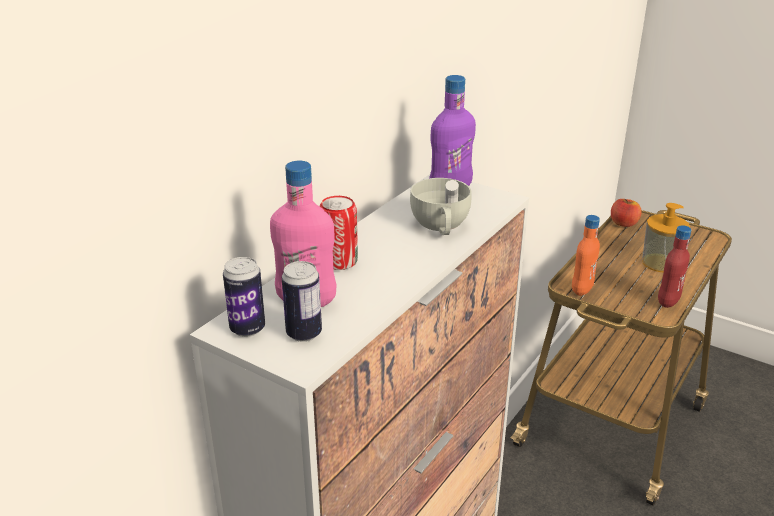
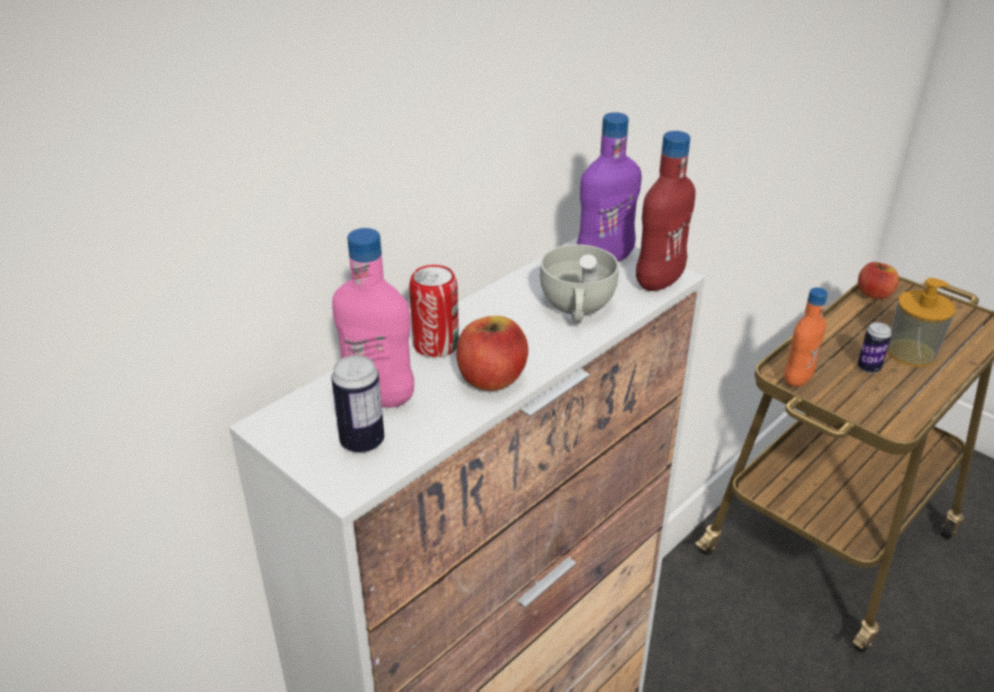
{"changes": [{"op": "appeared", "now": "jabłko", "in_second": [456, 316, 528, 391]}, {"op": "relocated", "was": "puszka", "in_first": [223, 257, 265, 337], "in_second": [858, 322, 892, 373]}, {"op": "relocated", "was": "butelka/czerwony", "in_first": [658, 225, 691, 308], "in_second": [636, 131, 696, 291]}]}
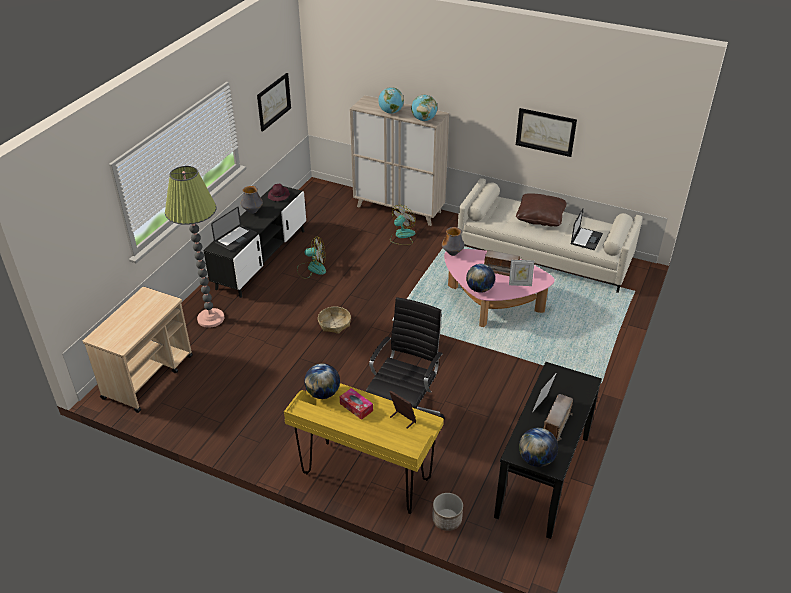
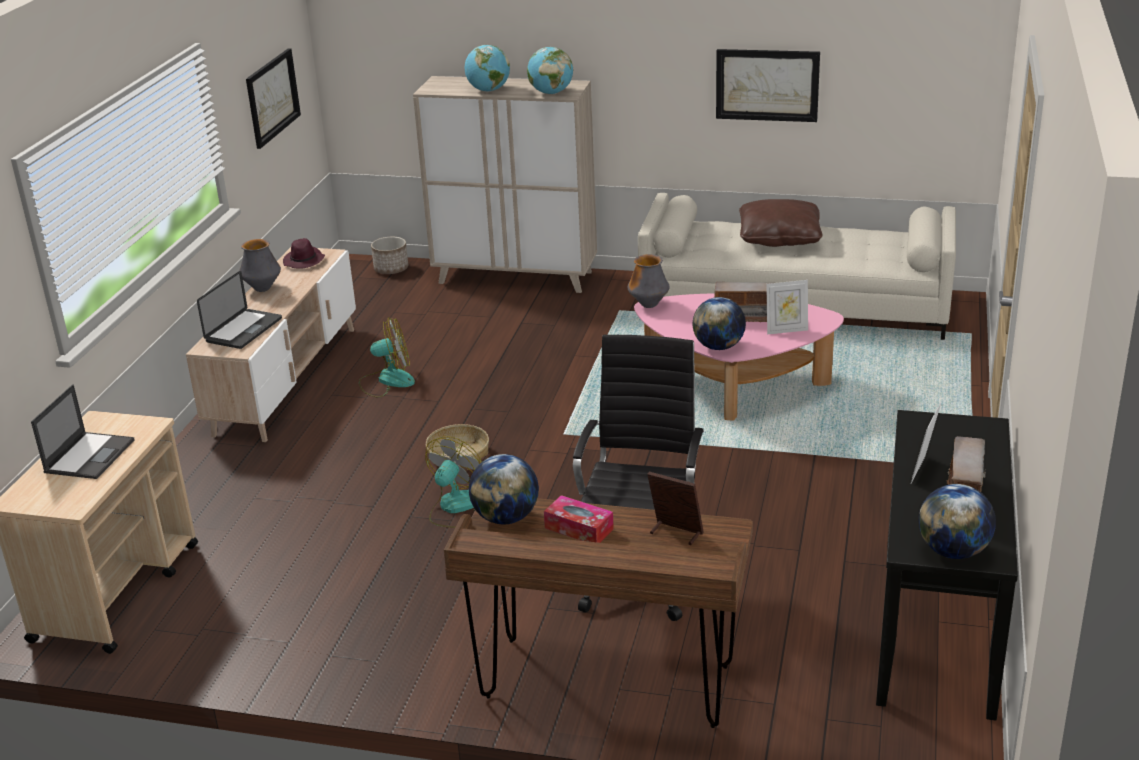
{"changes": [{"op": "missing", "was": "lampa stojąca", "in_first": [165, 166, 225, 328]}, {"op": "relocated", "was": "wentylator", "in_first": [390, 205, 416, 245], "in_second": [426, 436, 482, 528]}, {"op": "relocated", "was": "donica", "in_first": [432, 493, 463, 531], "in_second": [371, 237, 408, 274]}, {"op": "relocated", "was": "laptop", "in_first": [571, 208, 603, 250], "in_second": [31, 384, 134, 479]}, {"op": "colour", "was": "szafka pod telewizor/czarny", "now": "szafka pod telewizor/beżowy", "in_first": [203, 186, 306, 298], "in_second": [186, 247, 356, 442]}, {"op": "colour", "was": "biurko/żółty", "now": "biurko/brązowy", "in_first": [284, 383, 444, 514], "in_second": [444, 498, 753, 728]}]}
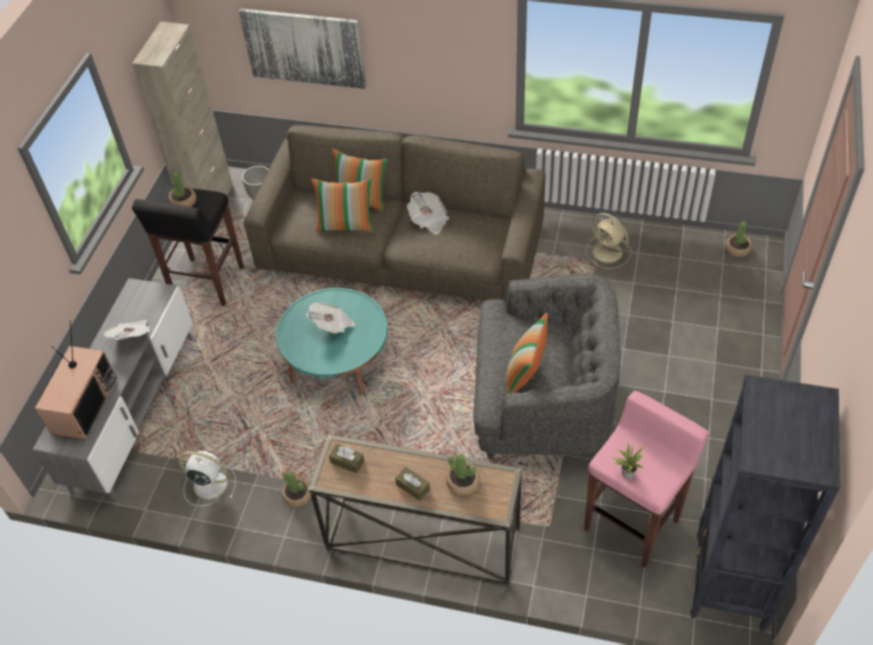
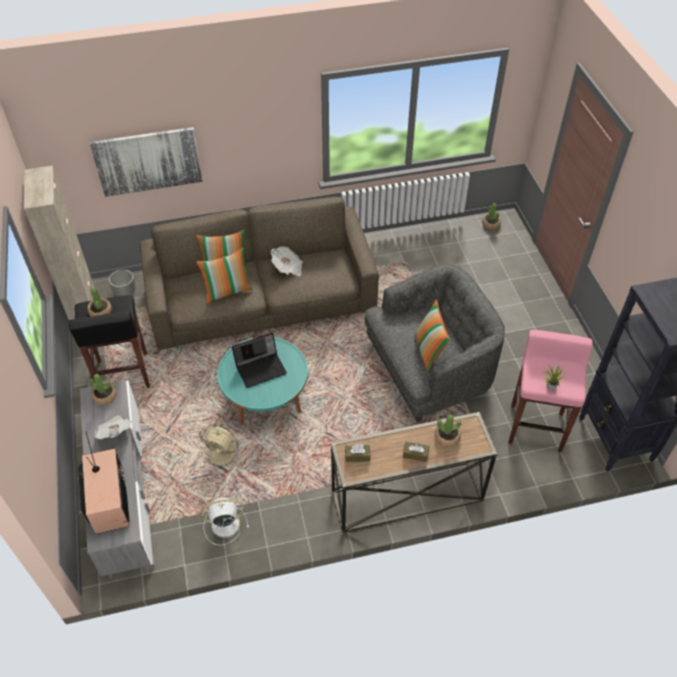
{"changes": [{"op": "relocated", "was": "roślina doniczkowa", "in_first": [282, 471, 311, 507], "in_second": [89, 374, 117, 405]}, {"op": "relocated", "was": "wentylator/beżowy", "in_first": [586, 213, 631, 269], "in_second": [199, 426, 243, 471]}, {"op": "exchanged", "was": "gazeta", "now": "laptop", "in_first": [306, 302, 355, 334], "in_second": [232, 333, 287, 388]}]}
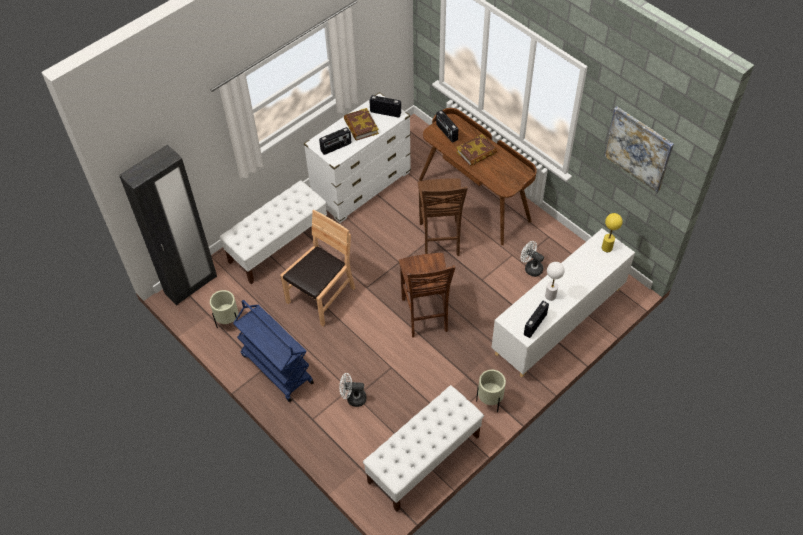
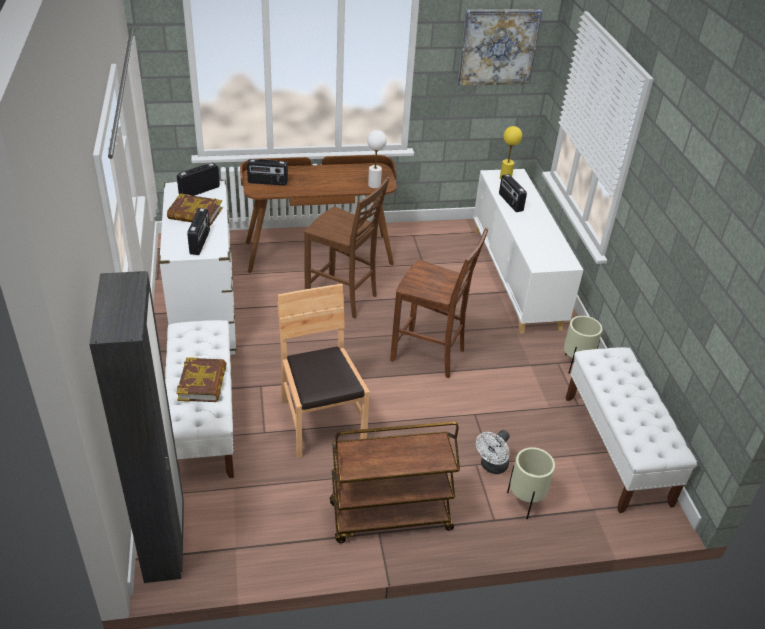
{"changes": [{"op": "missing", "was": "wentylator/biały", "in_first": [520, 241, 544, 277]}, {"op": "relocated", "was": "donica/beżowy", "in_first": [210, 290, 238, 329], "in_second": [507, 447, 555, 519]}, {"op": "relocated", "was": "książka", "in_first": [456, 134, 497, 166], "in_second": [176, 357, 227, 402]}, {"op": "relocated", "was": "radio", "in_first": [524, 301, 549, 338], "in_second": [499, 174, 527, 212]}, {"op": "relocated", "was": "lampa stołowa/biały", "in_first": [545, 262, 565, 301], "in_second": [367, 130, 387, 189]}, {"op": "colour", "was": "wózek/niebieski", "now": "wózek/brązowy", "in_first": [233, 300, 314, 402], "in_second": [330, 422, 460, 543]}]}
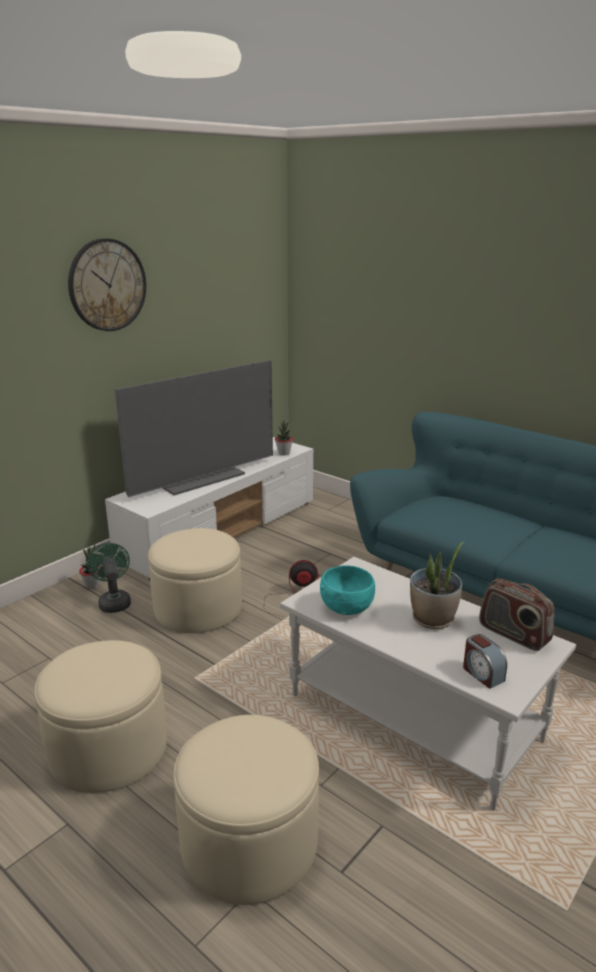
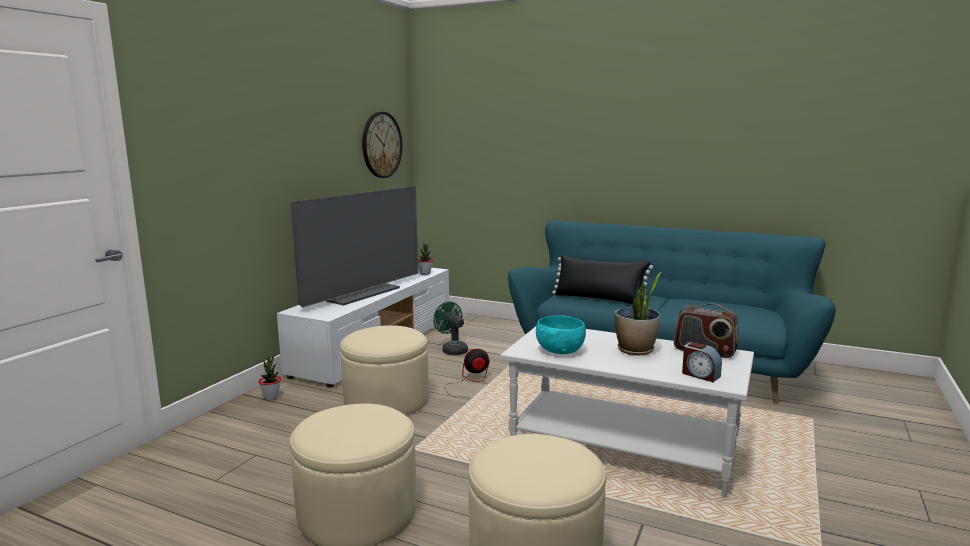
{"changes": [{"op": "appeared", "now": "poduszka/czarny", "in_second": [552, 255, 653, 305]}, {"op": "relocated", "was": "zegar ścienny", "in_first": [68, 238, 146, 331], "in_second": [362, 112, 402, 178]}, {"op": "relocated", "was": "wentylator/zielony", "in_first": [87, 543, 131, 613], "in_second": [433, 302, 468, 355]}]}
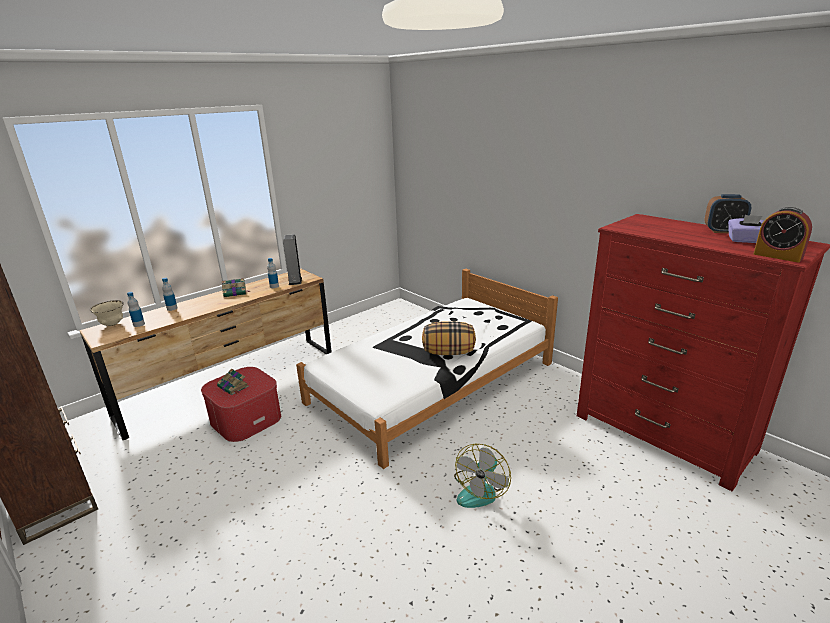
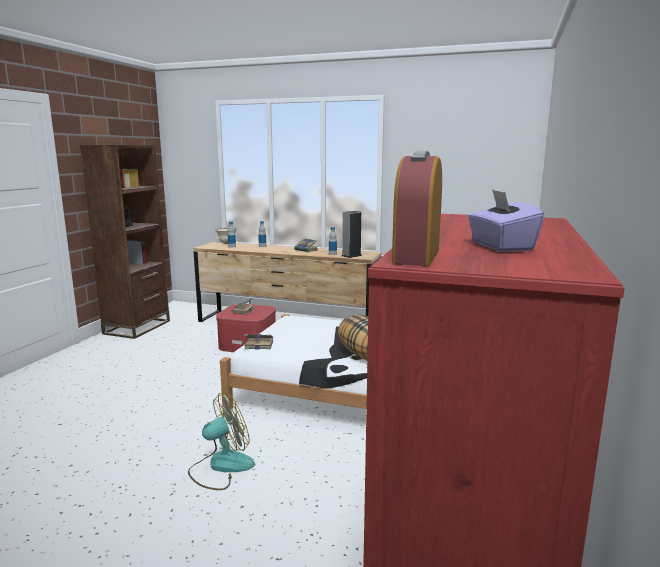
{"changes": [{"op": "missing", "was": "budzik", "in_first": [705, 194, 751, 233]}, {"op": "appeared", "now": "książka", "in_second": [242, 334, 273, 350]}, {"op": "spun", "was": "wentylator", "in_first": [454, 444, 511, 508], "in_second": [188, 393, 255, 490], "clockwise": 150}]}
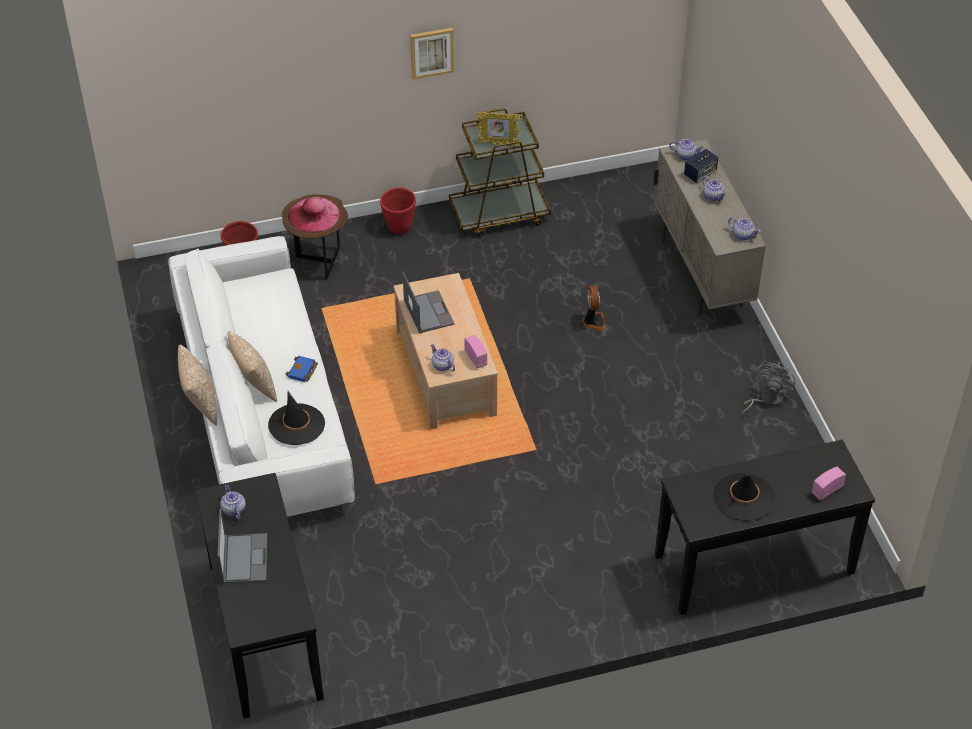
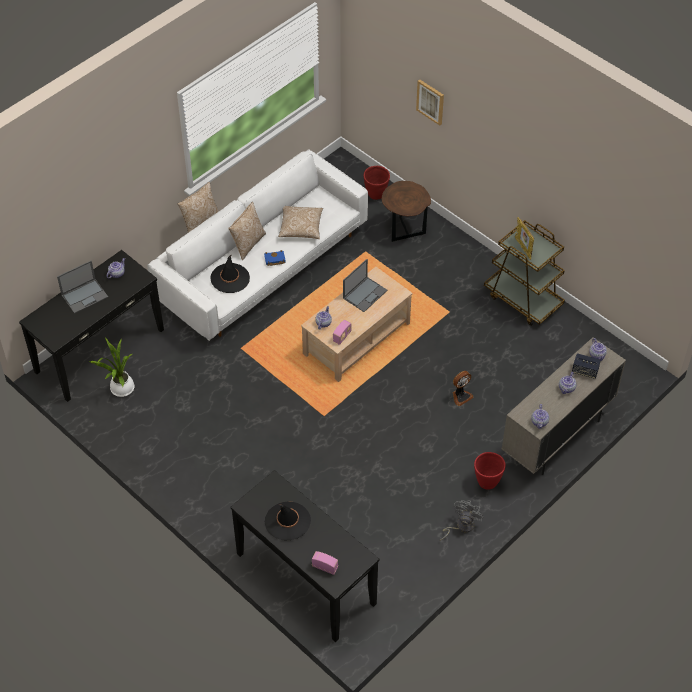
{"changes": [{"op": "missing", "was": "kapelusz/różowy", "in_first": [288, 197, 339, 233]}, {"op": "appeared", "now": "roślina doniczkowa", "in_second": [89, 337, 135, 397]}, {"op": "appeared", "now": "poduszka", "in_second": [278, 206, 323, 239]}, {"op": "relocated", "was": "donica/czerwony", "in_first": [380, 187, 416, 234], "in_second": [474, 452, 506, 489]}, {"op": "relocated", "was": "obraz", "in_first": [410, 28, 454, 79], "in_second": [416, 79, 444, 126]}, {"op": "spun", "was": "wentylator/szary", "in_first": [741, 362, 795, 414], "in_second": [440, 500, 483, 540], "clockwise": -60}]}
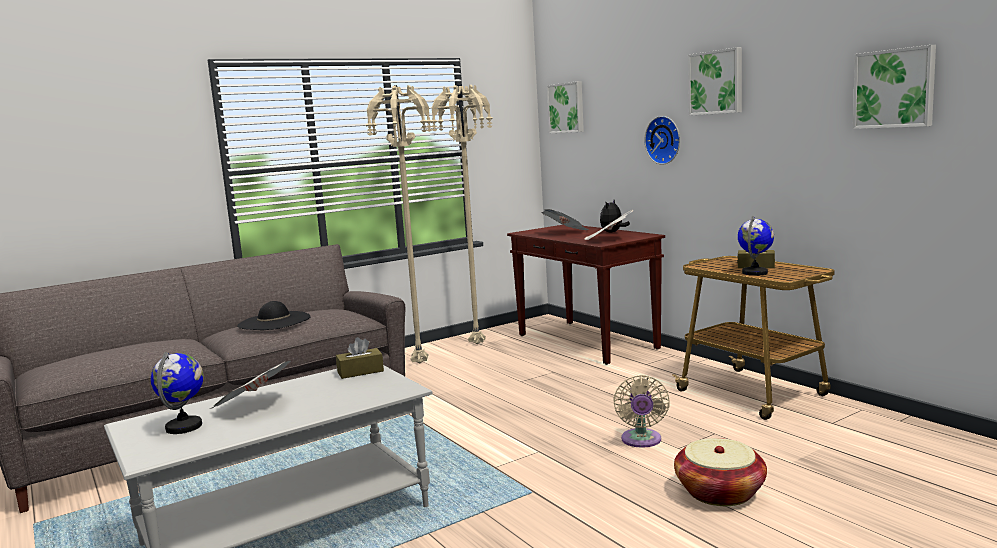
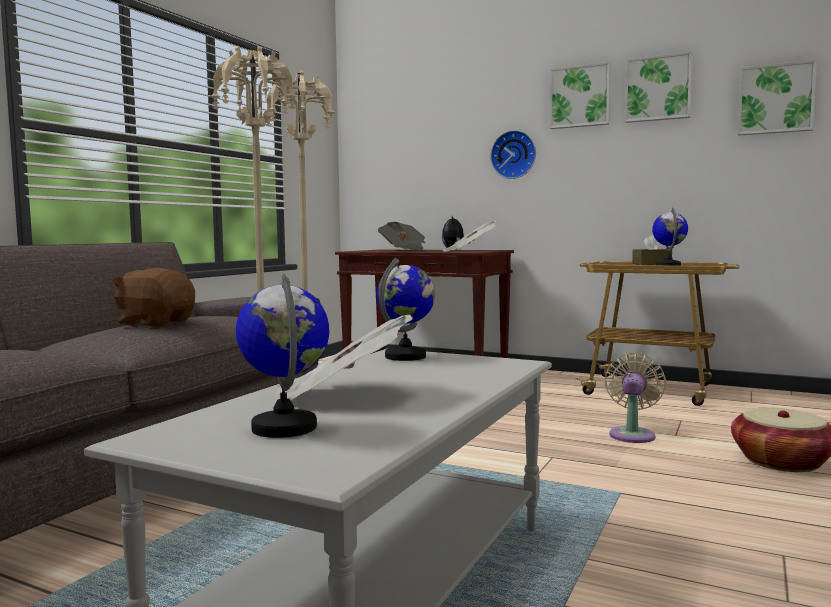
{"changes": [{"op": "relocated", "was": "obraz", "in_first": [547, 81, 584, 133], "in_second": [625, 51, 693, 123]}, {"op": "exchanged", "was": "kapelusz/czarny", "now": "pluszak/brązowy", "in_first": [237, 301, 311, 330], "in_second": [112, 268, 195, 327]}, {"op": "exchanged", "was": "pudełko chusteczek/brązowy", "now": "globus", "in_first": [336, 337, 384, 379], "in_second": [377, 258, 435, 361]}, {"op": "spun", "was": "wentylator/beżowy", "in_first": [613, 375, 670, 447], "in_second": [605, 352, 666, 443], "clockwise": -135}]}
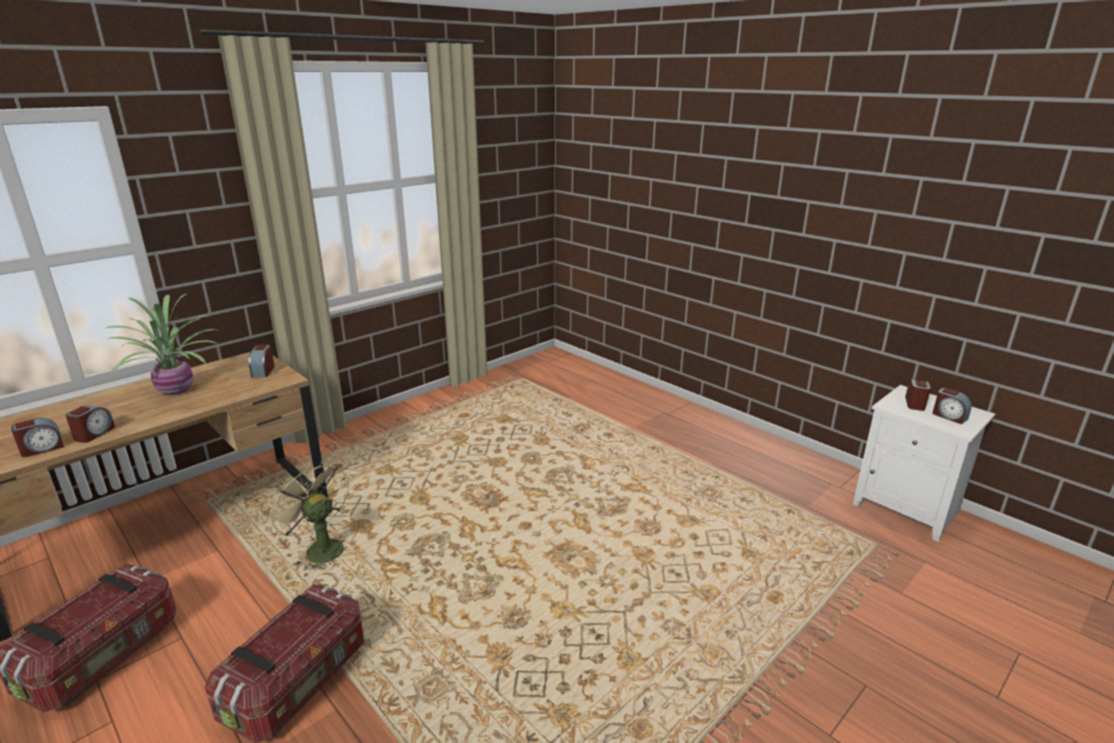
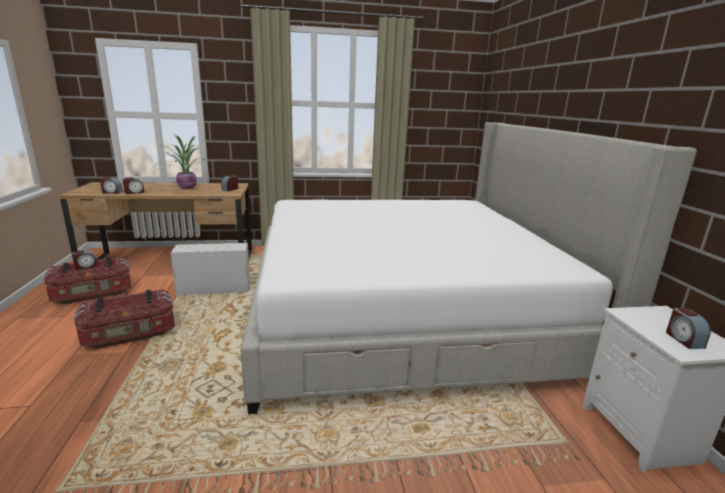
{"changes": [{"op": "appeared", "now": "łóżko", "in_second": [241, 122, 697, 414]}, {"op": "relocated", "was": "budzik", "in_first": [905, 380, 931, 411], "in_second": [72, 250, 97, 269]}, {"op": "exchanged", "was": "wentylator/beżowy", "now": "pojemnik do przechowywania/biały", "in_first": [266, 459, 349, 571], "in_second": [171, 243, 250, 296]}]}
